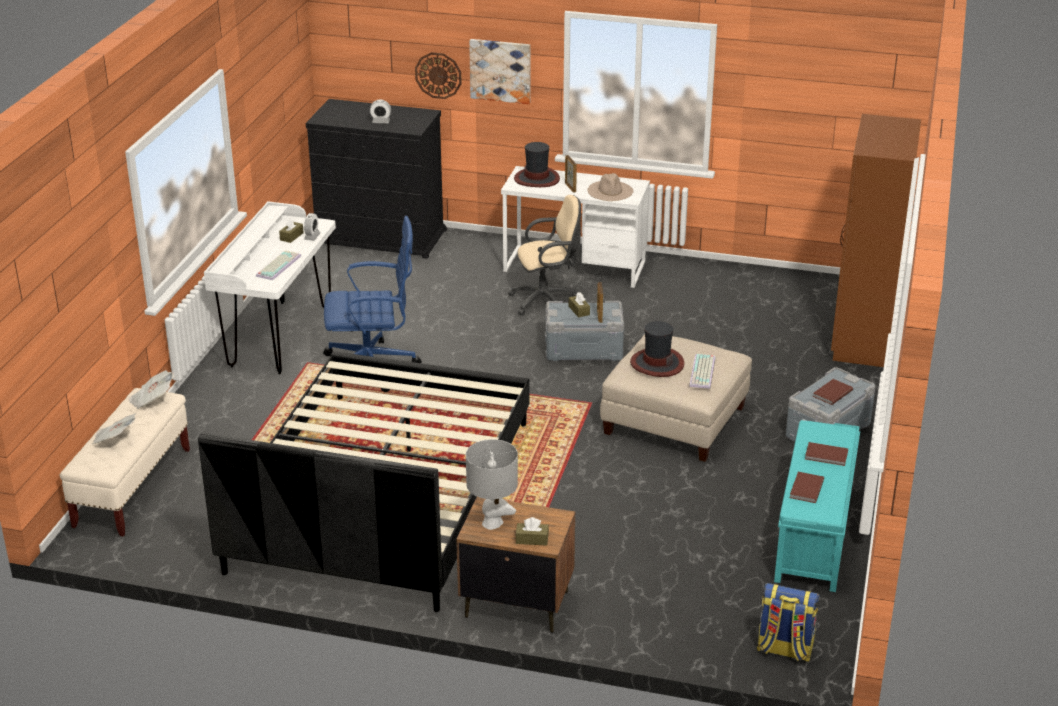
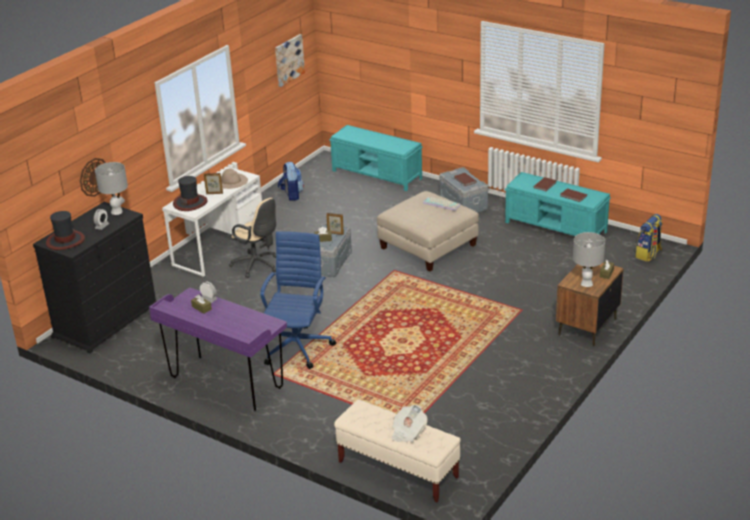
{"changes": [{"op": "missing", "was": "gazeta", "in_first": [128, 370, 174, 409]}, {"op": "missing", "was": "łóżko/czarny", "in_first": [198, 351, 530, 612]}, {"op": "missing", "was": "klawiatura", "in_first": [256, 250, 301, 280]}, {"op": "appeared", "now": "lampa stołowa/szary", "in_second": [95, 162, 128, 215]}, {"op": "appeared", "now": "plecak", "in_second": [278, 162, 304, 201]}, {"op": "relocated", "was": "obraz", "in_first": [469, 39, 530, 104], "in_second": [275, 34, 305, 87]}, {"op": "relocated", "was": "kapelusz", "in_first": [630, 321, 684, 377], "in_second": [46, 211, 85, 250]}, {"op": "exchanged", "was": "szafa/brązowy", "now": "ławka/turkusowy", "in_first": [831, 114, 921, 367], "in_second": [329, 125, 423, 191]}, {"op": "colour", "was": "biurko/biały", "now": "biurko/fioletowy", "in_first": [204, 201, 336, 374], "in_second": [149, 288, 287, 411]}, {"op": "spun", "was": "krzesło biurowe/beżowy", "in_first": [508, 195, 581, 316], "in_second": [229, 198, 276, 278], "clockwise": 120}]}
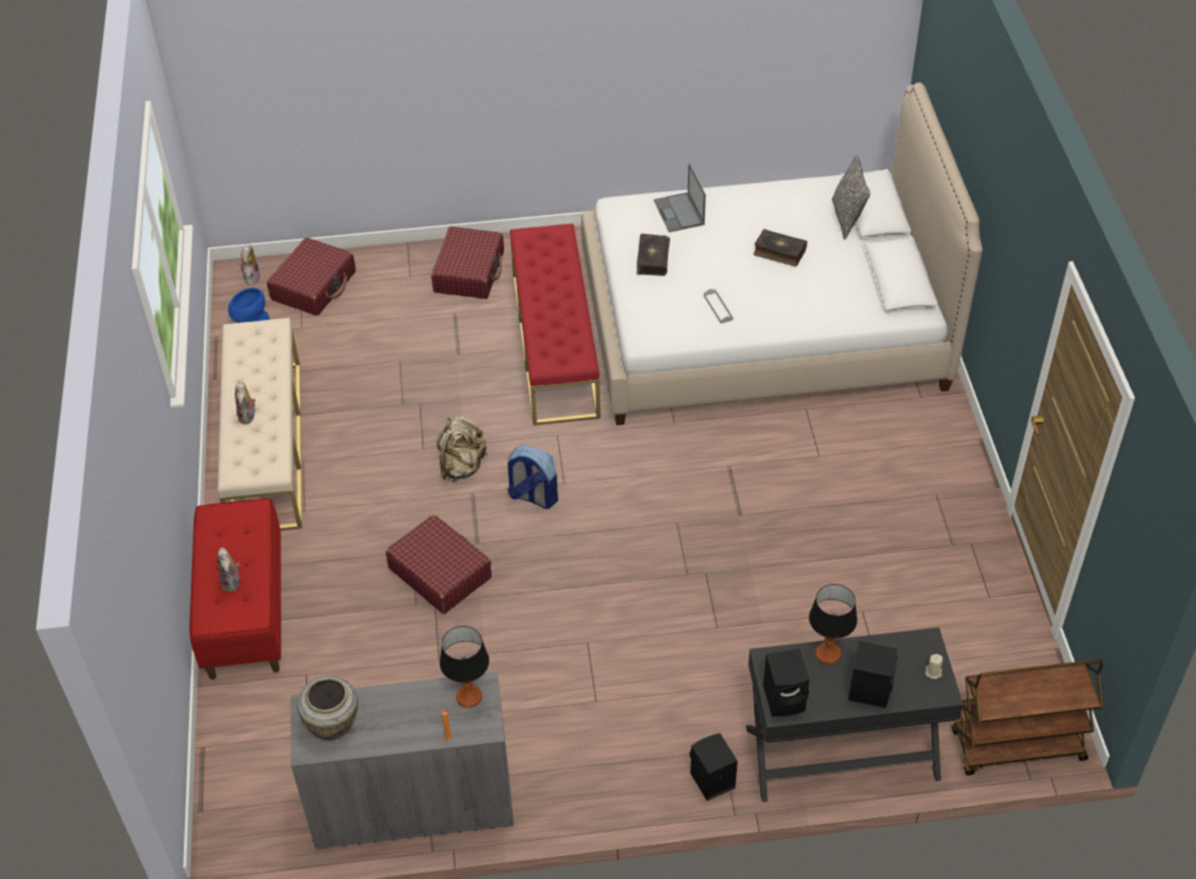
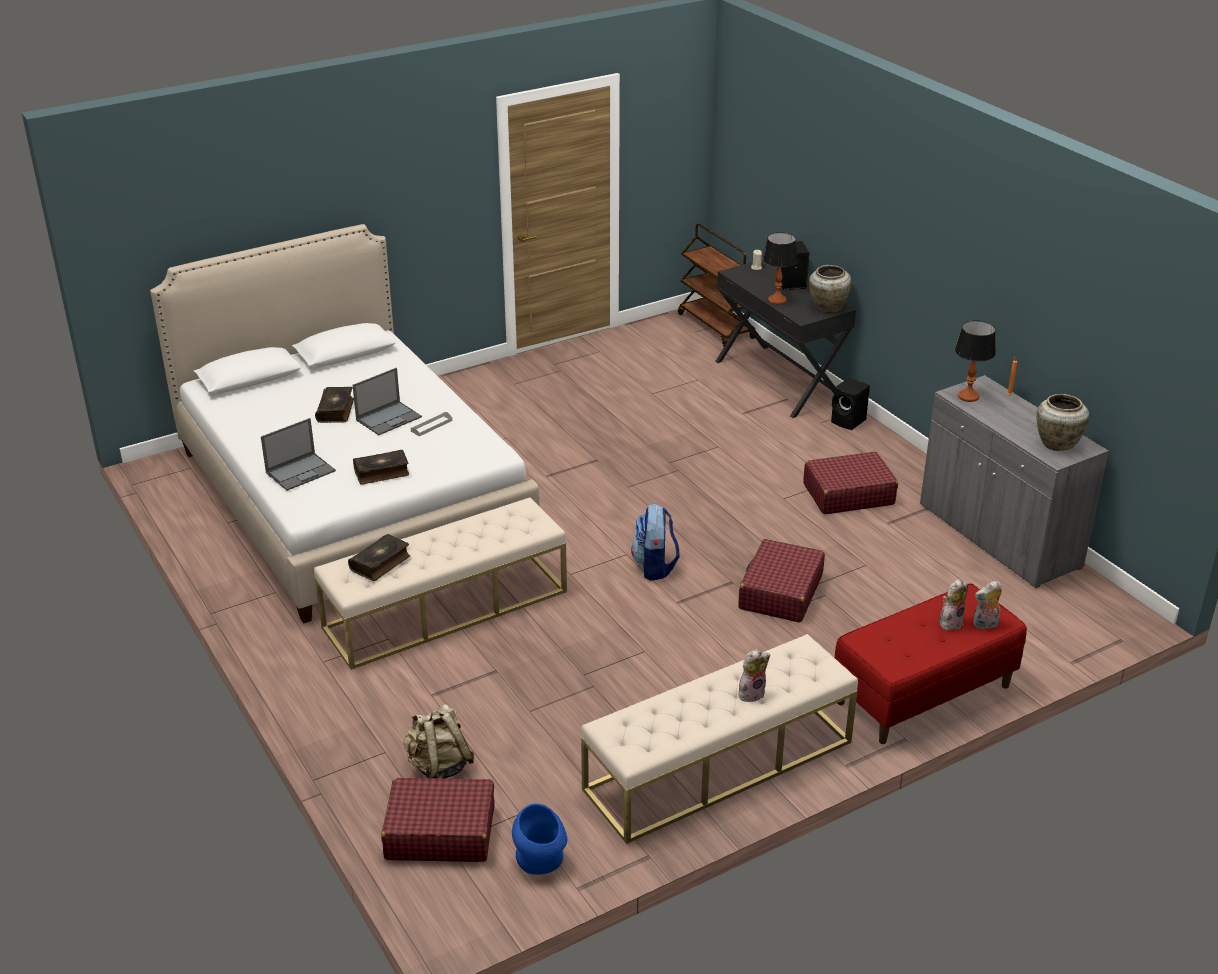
{"changes": [{"op": "missing", "was": "poduszka", "in_first": [832, 154, 870, 240]}, {"op": "appeared", "now": "książka", "in_second": [348, 534, 410, 581]}, {"op": "appeared", "now": "laptop", "in_second": [352, 368, 422, 435]}, {"op": "relocated", "was": "pluszak", "in_first": [239, 245, 261, 285], "in_second": [973, 581, 1002, 629]}, {"op": "relocated", "was": "walizka/czerwony", "in_first": [431, 227, 504, 299], "in_second": [803, 452, 898, 514]}, {"op": "relocated", "was": "plecak/beżowy", "in_first": [437, 416, 488, 482], "in_second": [403, 704, 474, 779]}, {"op": "exchanged", "was": "głośnik/czarny", "now": "wazon/beżowy", "in_first": [763, 648, 809, 717], "in_second": [809, 265, 851, 312]}, {"op": "colour", "was": "ławka/czerwony", "now": "ławka/beżowy", "in_first": [510, 223, 601, 425], "in_second": [314, 497, 567, 670]}]}
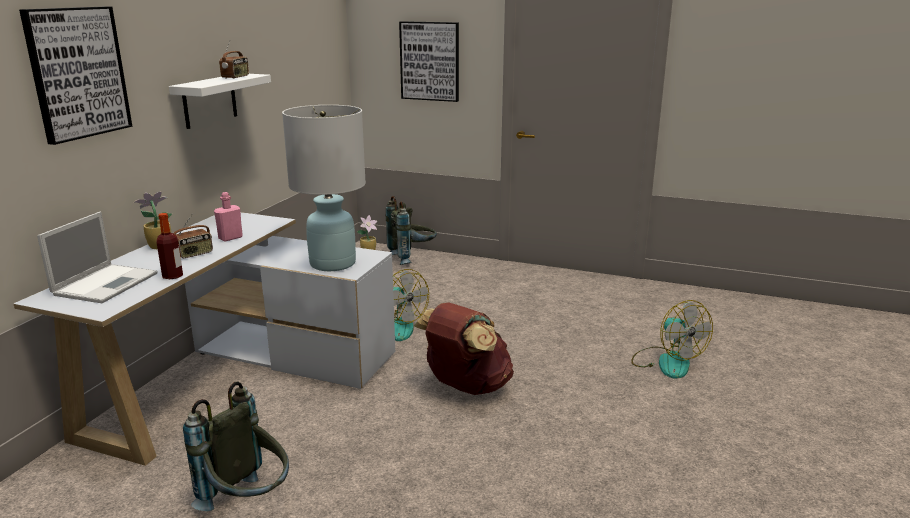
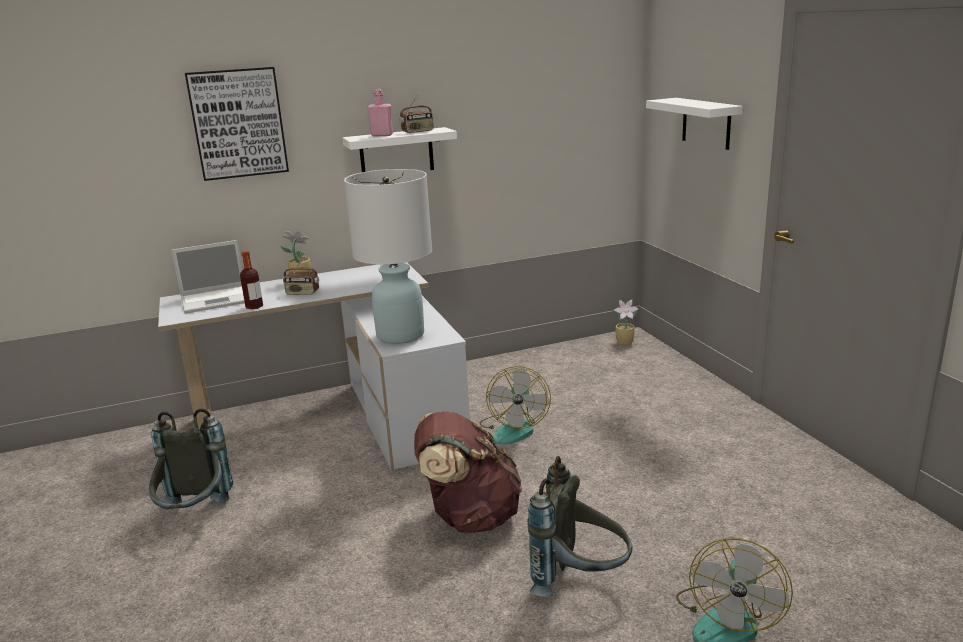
{"changes": [{"op": "relocated", "was": "butelka/różowy", "in_first": [214, 192, 243, 242], "in_second": [368, 89, 393, 137]}, {"op": "relocated", "was": "plecak/szary", "in_first": [385, 196, 437, 265], "in_second": [527, 456, 633, 597]}, {"op": "exchanged", "was": "obraz", "now": "półka/biały", "in_first": [399, 21, 459, 102], "in_second": [646, 98, 743, 150]}]}
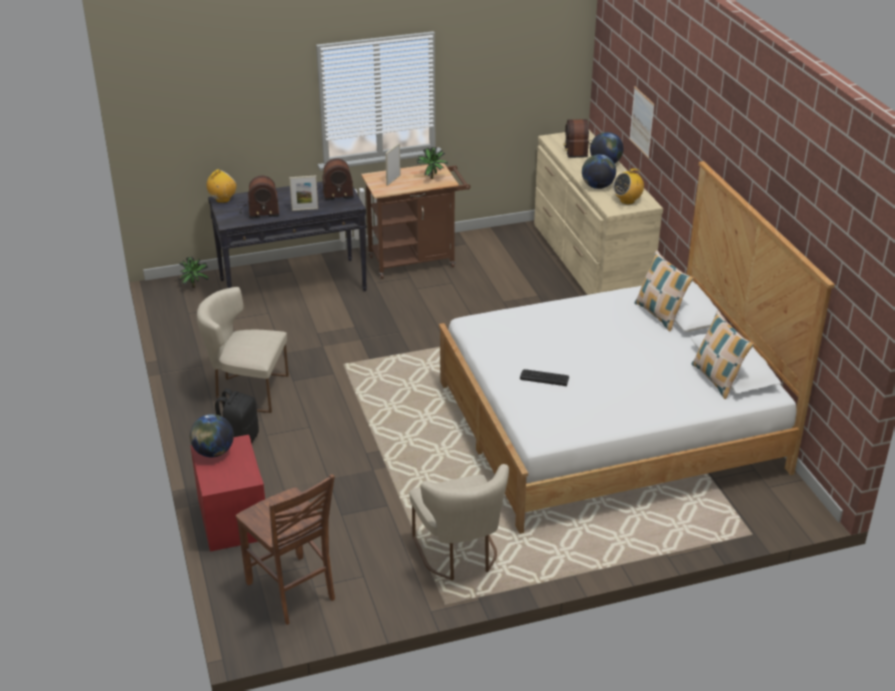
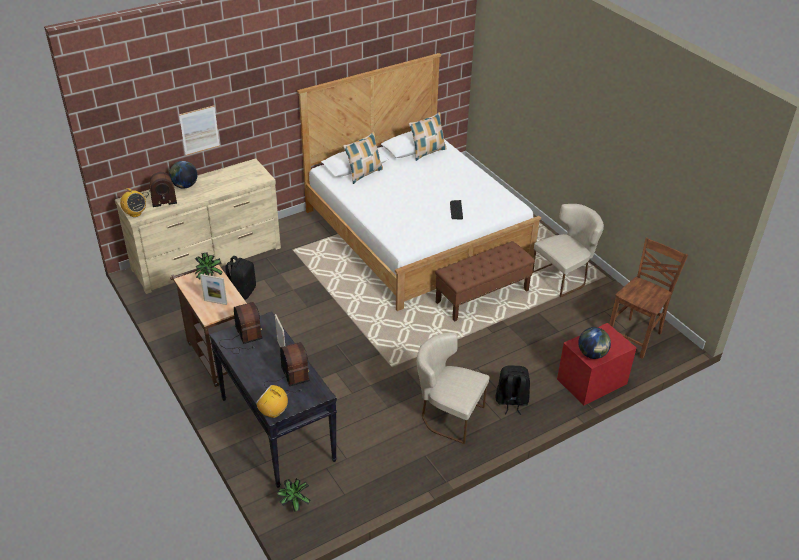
{"changes": [{"op": "missing", "was": "globus", "in_first": [582, 154, 616, 189]}, {"op": "appeared", "now": "plecak/czarny", "in_second": [225, 256, 256, 300]}, {"op": "appeared", "now": "ławka/brązowy", "in_second": [435, 241, 535, 322]}, {"op": "relocated", "was": "radio", "in_first": [613, 169, 644, 205], "in_second": [120, 188, 146, 217]}, {"op": "spun", "was": "krzesło/beżowy", "in_first": [197, 287, 289, 413], "in_second": [417, 333, 489, 444], "clockwise": 120}]}
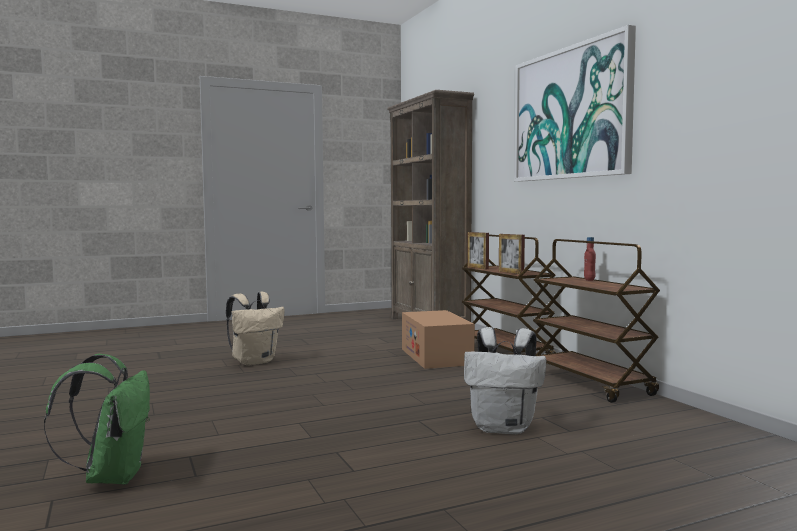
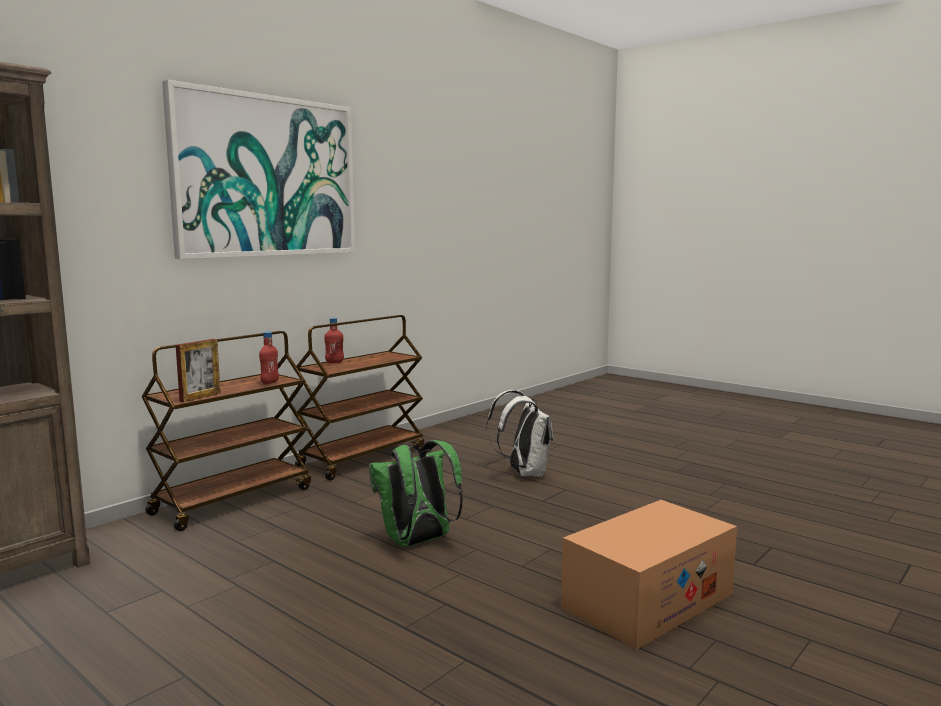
{"changes": [{"op": "missing", "was": "plecak/beżowy", "in_first": [226, 292, 285, 366]}, {"op": "relocated", "was": "plecak/zielony", "in_first": [44, 354, 150, 484], "in_second": [369, 440, 463, 547]}, {"op": "relocated", "was": "karton", "in_first": [402, 310, 475, 369], "in_second": [561, 500, 737, 650]}, {"op": "exchanged", "was": "ramka na zdjęcie", "now": "butelka/czerwony", "in_first": [499, 234, 525, 274], "in_second": [259, 331, 279, 384]}]}
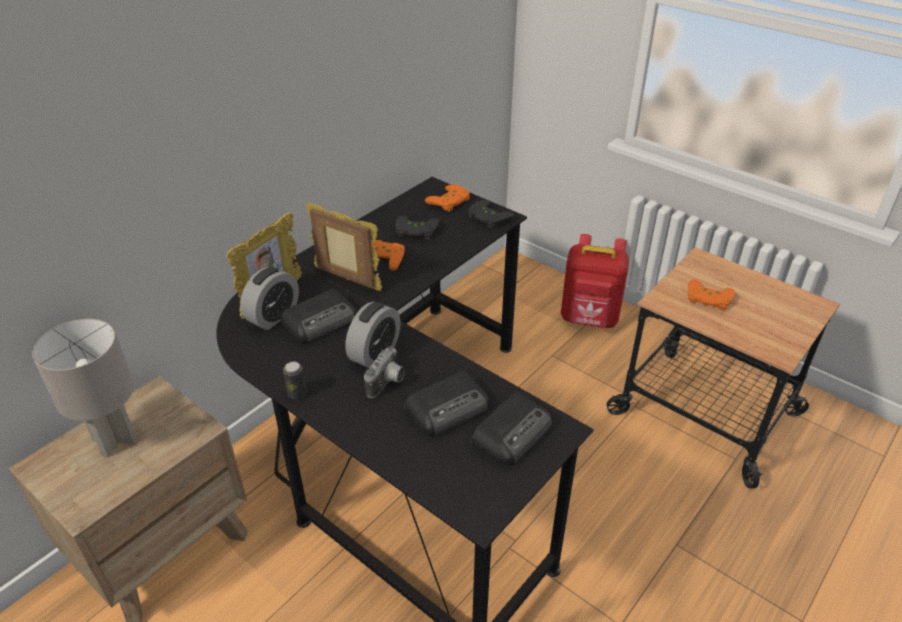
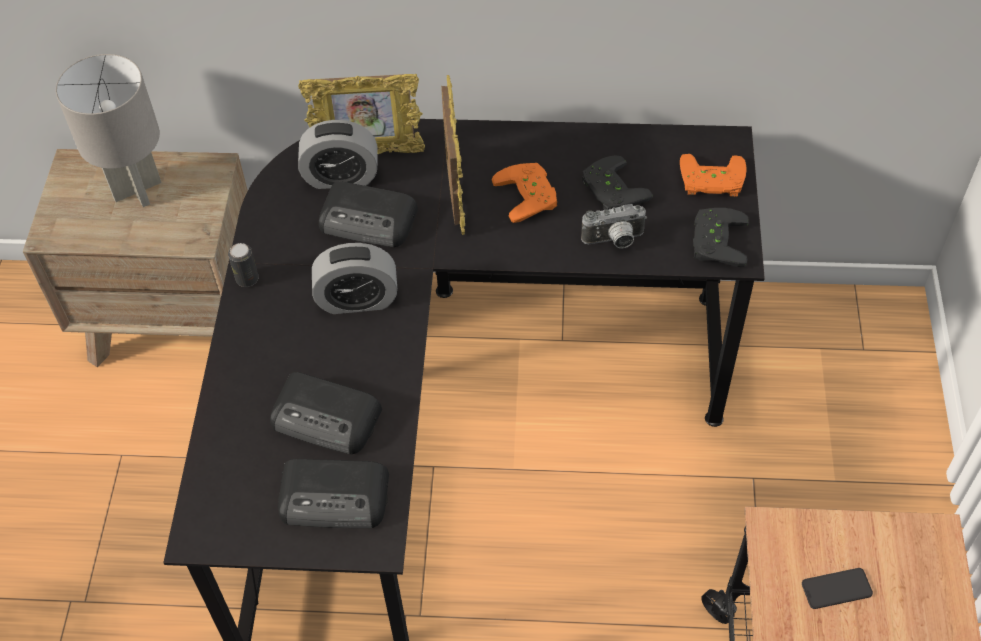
{"changes": [{"op": "missing", "was": "plecak/czerwony", "in_first": [561, 234, 629, 328]}, {"op": "relocated", "was": "aparat fotograficzny", "in_first": [364, 346, 405, 398], "in_second": [581, 204, 647, 248]}, {"op": "exchanged", "was": "pad do gier/pomarańczowy", "now": "telefon", "in_first": [688, 279, 735, 311], "in_second": [802, 568, 873, 609]}]}
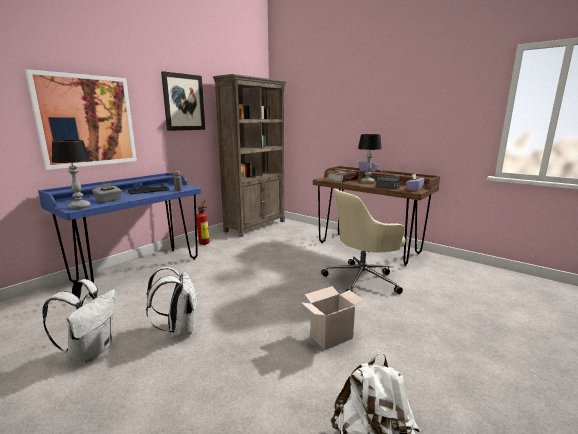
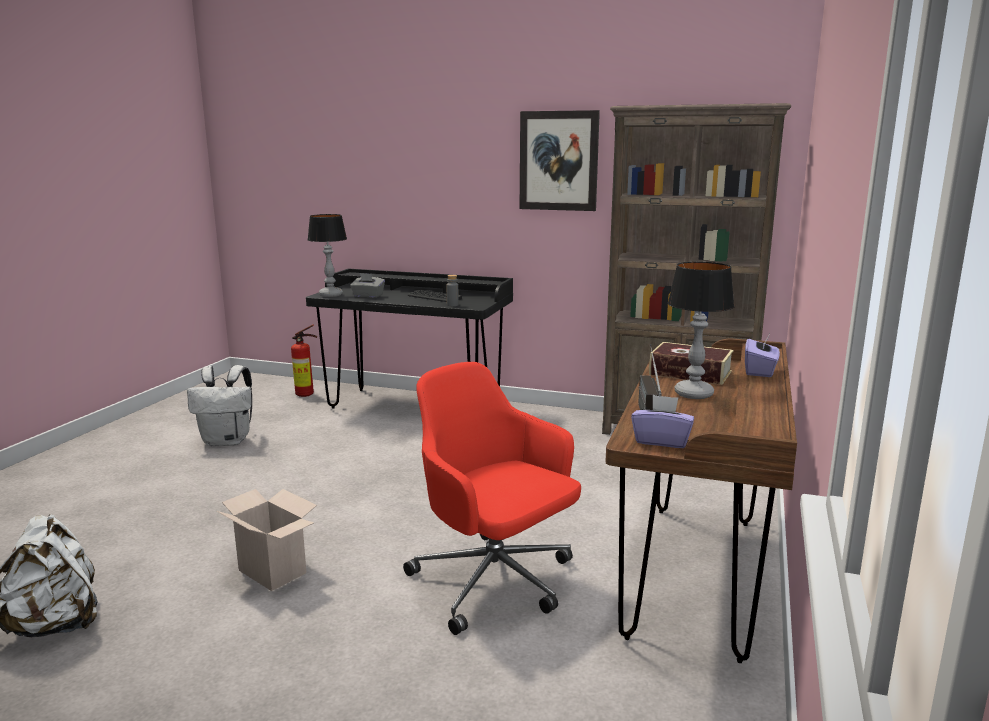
{"changes": [{"op": "missing", "was": "obraz", "in_first": [25, 69, 137, 170]}, {"op": "missing", "was": "plecak/biały", "in_first": [146, 267, 197, 338]}, {"op": "relocated", "was": "gaśnica", "in_first": [196, 201, 210, 245], "in_second": [291, 325, 317, 397]}, {"op": "colour", "was": "biurko/niebieski", "now": "biurko/czarny", "in_first": [38, 173, 202, 298], "in_second": [306, 268, 513, 409]}, {"op": "colour", "was": "krzesło biurowe/beżowy", "now": "krzesło biurowe/czerwony", "in_first": [321, 189, 406, 294], "in_second": [403, 362, 581, 635]}]}
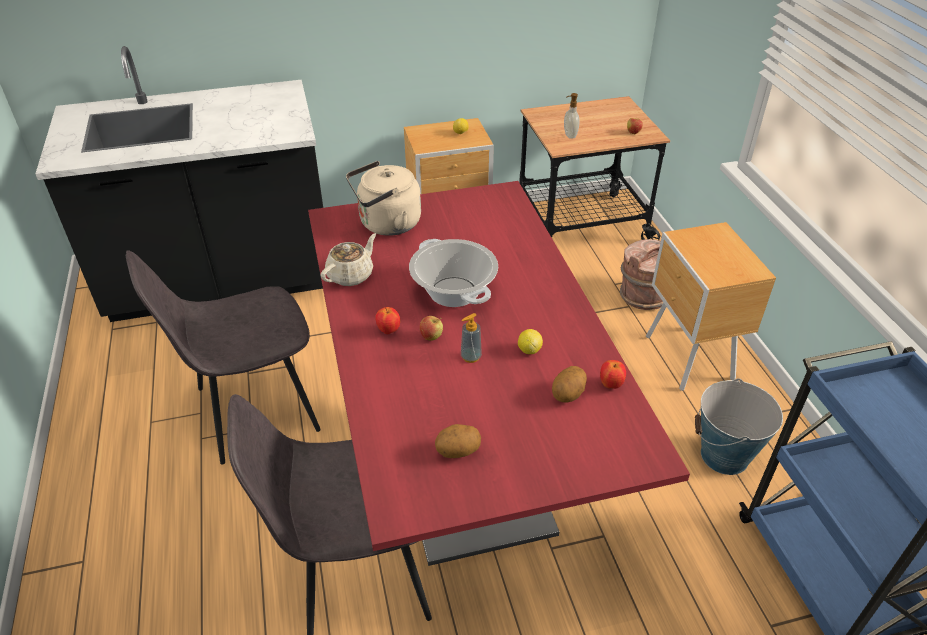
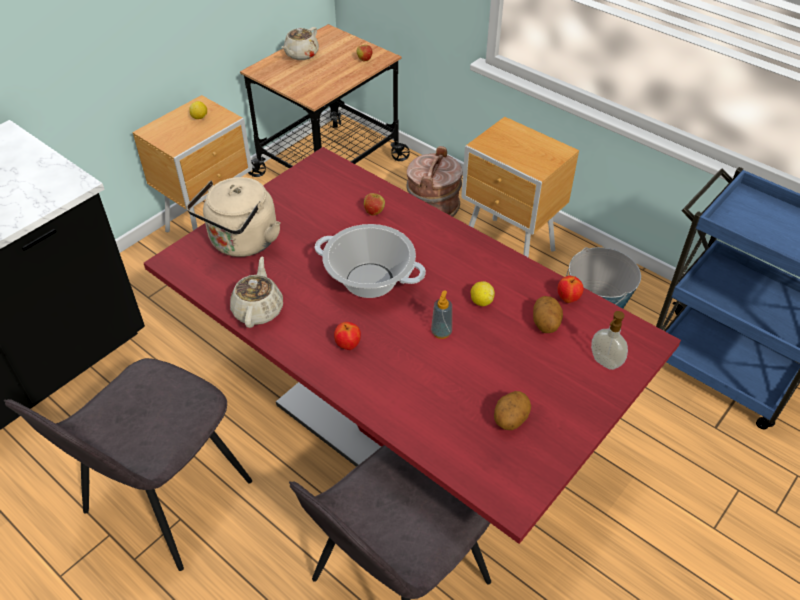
{"changes": [{"op": "appeared", "now": "imbryk/beżowy", "in_second": [281, 27, 319, 60]}, {"op": "relocated", "was": "jabłko", "in_first": [420, 316, 443, 341], "in_second": [364, 191, 385, 216]}, {"op": "relocated", "was": "dozownik mydła", "in_first": [564, 93, 580, 139], "in_second": [591, 311, 628, 370]}]}
